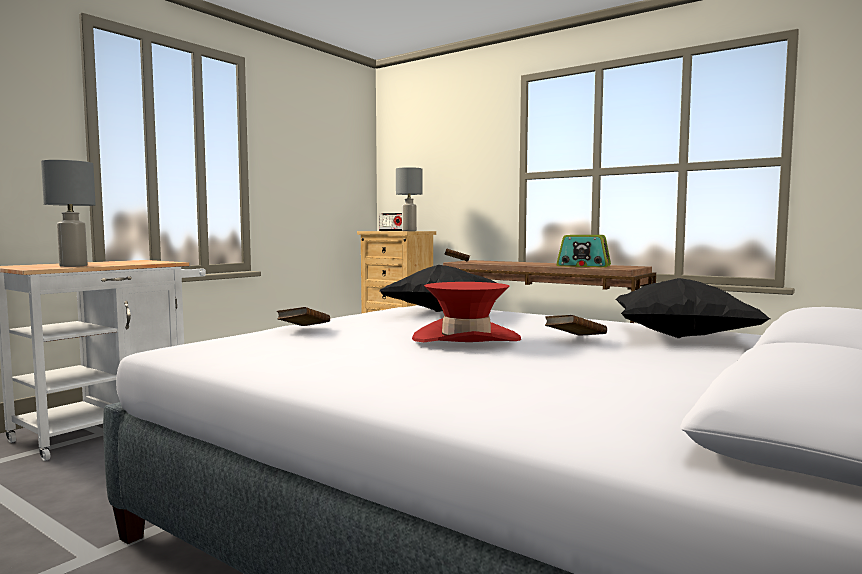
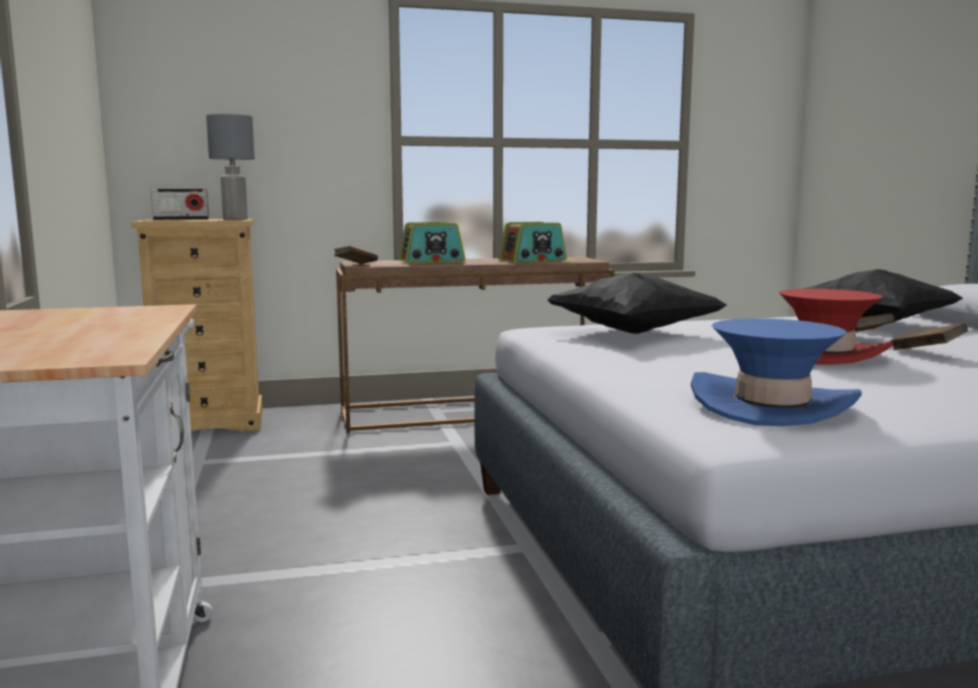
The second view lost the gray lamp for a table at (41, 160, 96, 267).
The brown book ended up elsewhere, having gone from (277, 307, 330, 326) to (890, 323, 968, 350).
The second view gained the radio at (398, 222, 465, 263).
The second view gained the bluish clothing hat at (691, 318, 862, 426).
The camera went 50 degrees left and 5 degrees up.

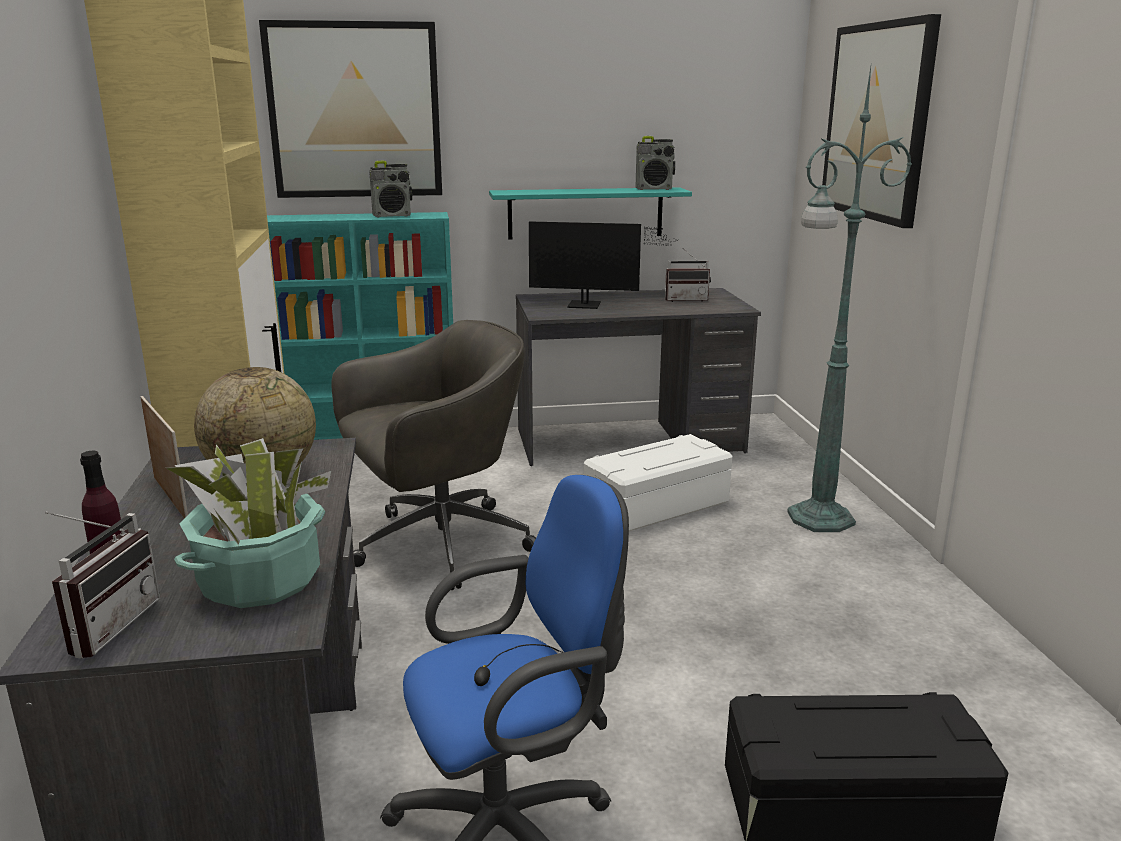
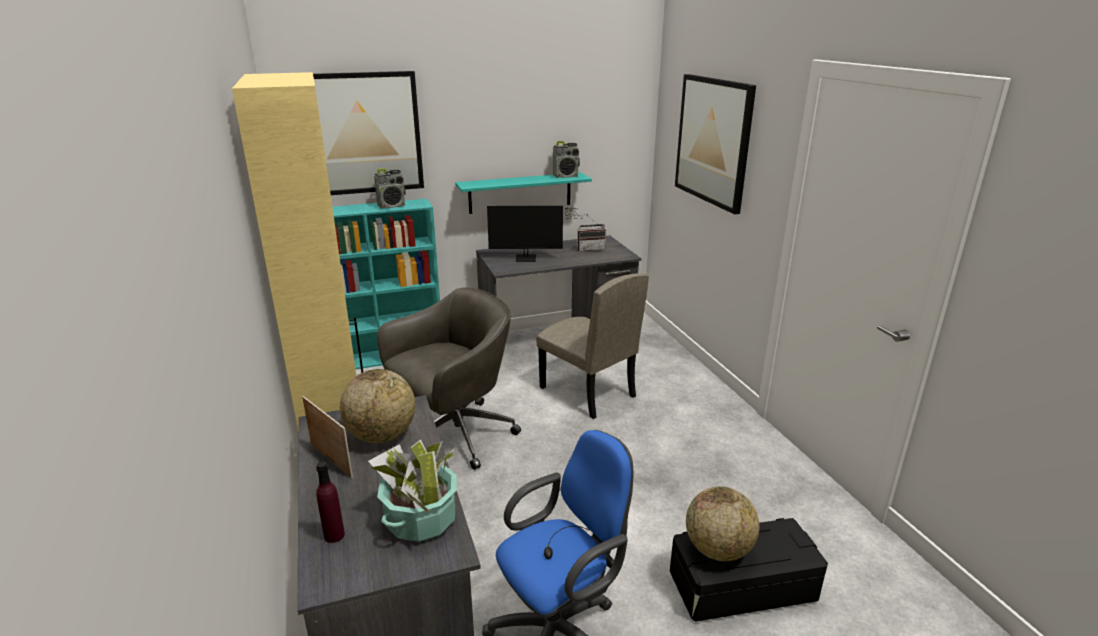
The second view lost the radio at (45, 511, 160, 659).
Where the white-coloured storage bin stood at (584, 434, 733, 531), the sand-coloured chair came to stand at (536, 273, 649, 419).
The second view lost the green floor lamp at (787, 67, 912, 532).
The second view gained the globe at (686, 486, 759, 561).
The camera went 10 degrees left and 5 degrees up.

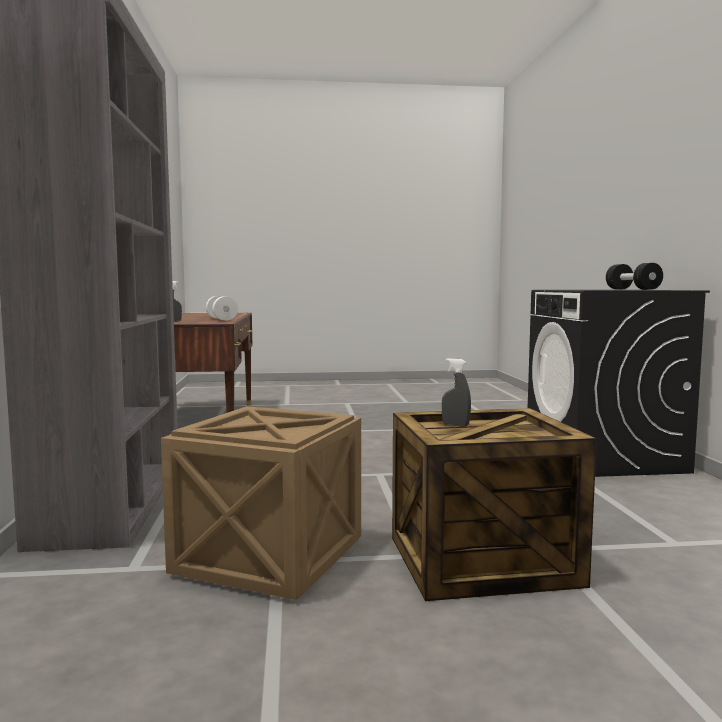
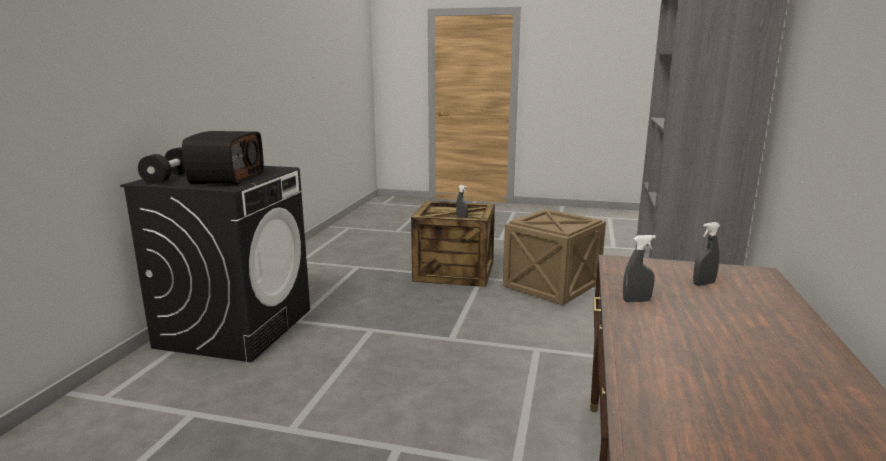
Where the white-coloured dumbbell stood at (206, 296, 238, 321), the gray hand sprayer came to stand at (623, 235, 656, 302).
The second view gained the radio at (182, 131, 264, 185).
The camera went 160 degrees left and 10 degrees up.

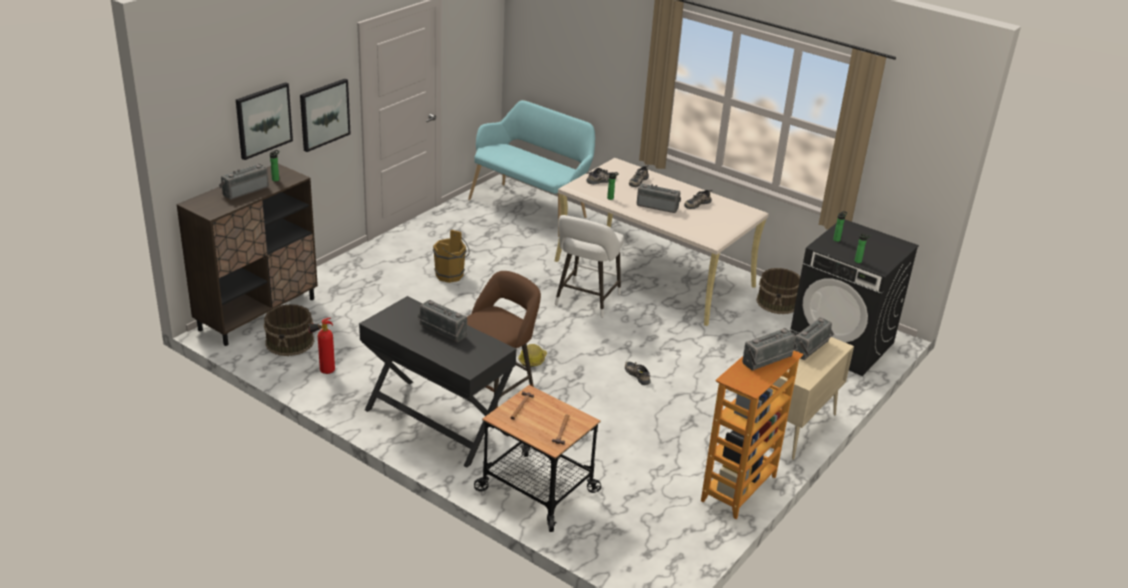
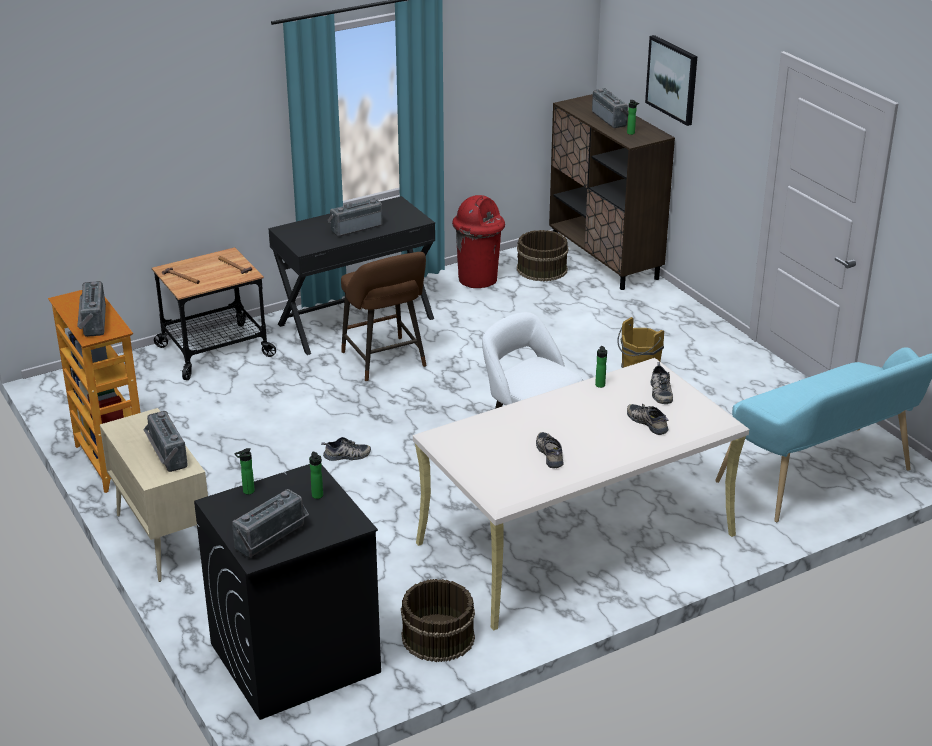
The second view lost the wall art at (300, 79, 350, 152).
Where the fire-fighting cylinder stood at (308, 318, 335, 374), the red rubbish bin came to stand at (452, 195, 505, 288).
The second view lost the safety helmet at (519, 344, 547, 367).
The radio ended up elsewhere, having gone from (637, 183, 681, 213) to (232, 489, 309, 558).
The camera went 115 degrees right and 0 degrees up.

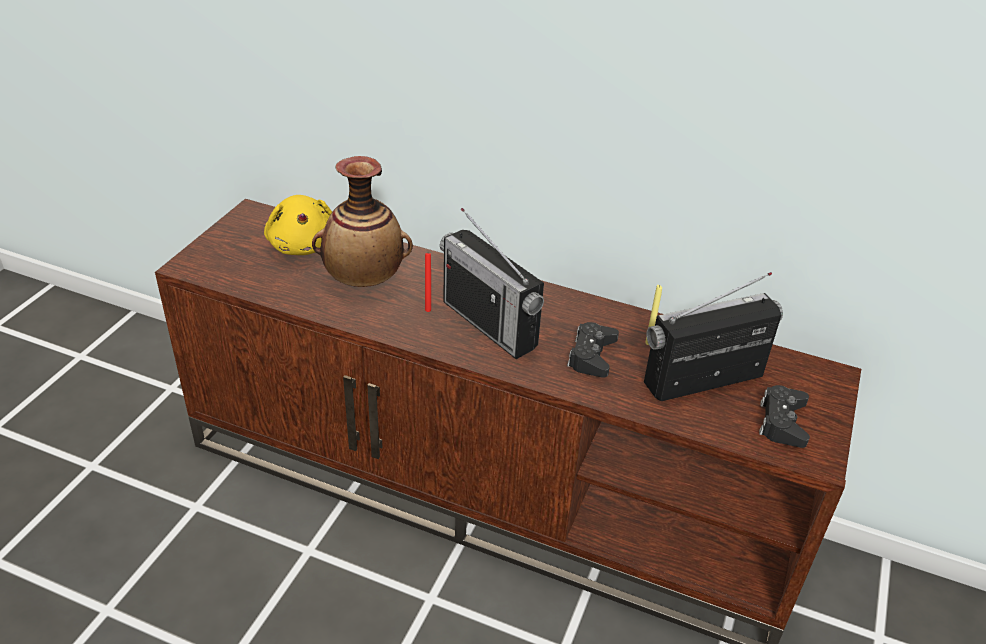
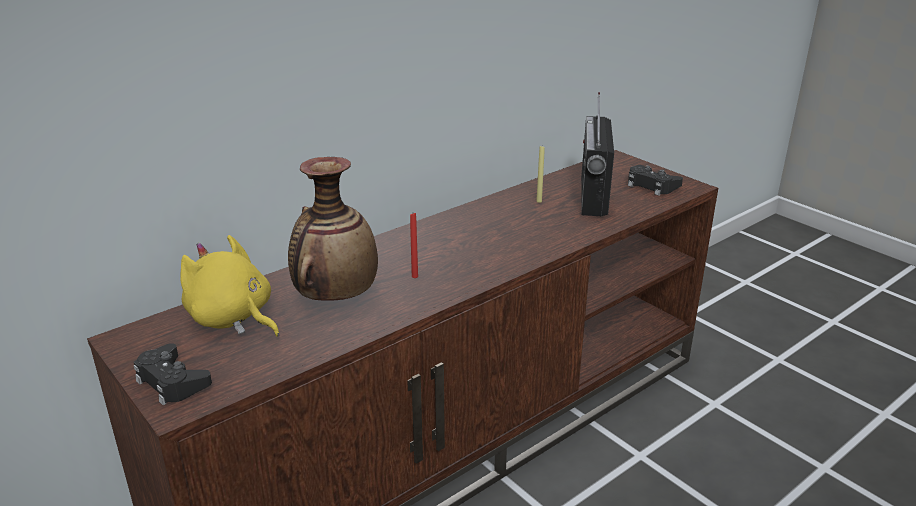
The yellow cuddly toy at (264, 195, 332, 255) ended up facing another way, 150 degrees counterclockwise from before.
The second view lost the radio at (440, 208, 544, 359).
The blackish game controller ended up elsewhere, having gone from (567, 322, 619, 378) to (134, 343, 212, 405).
The camera went 60 degrees left and 10 degrees down.

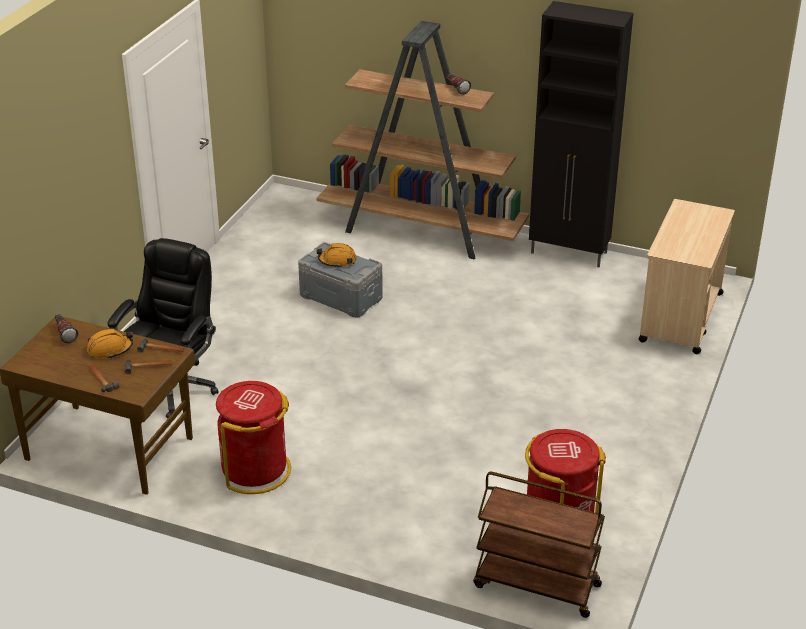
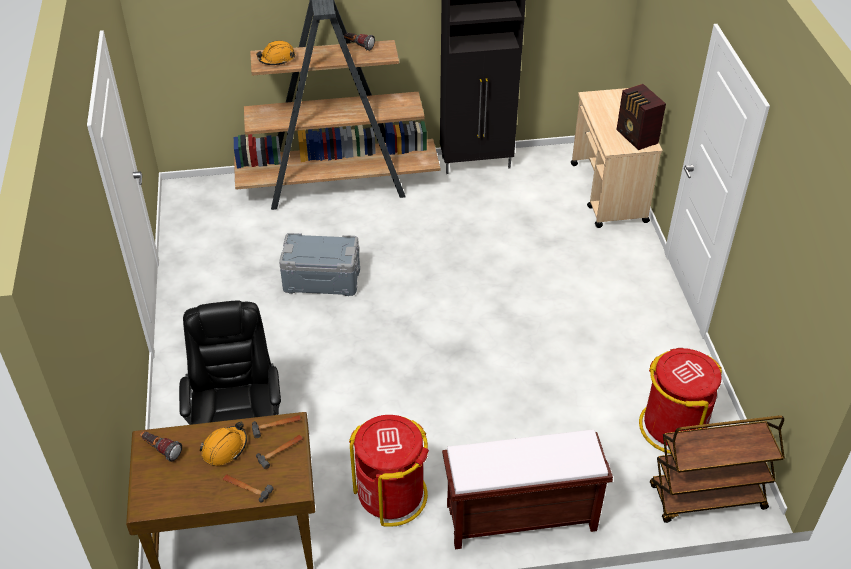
The orange safety helmet ended up elsewhere, having gone from (316, 243, 357, 268) to (256, 41, 295, 65).
The second view gained the brown long seat at (442, 429, 613, 549).
The second view gained the radio at (616, 84, 666, 150).
The camera went 30 degrees left and 10 degrees up.

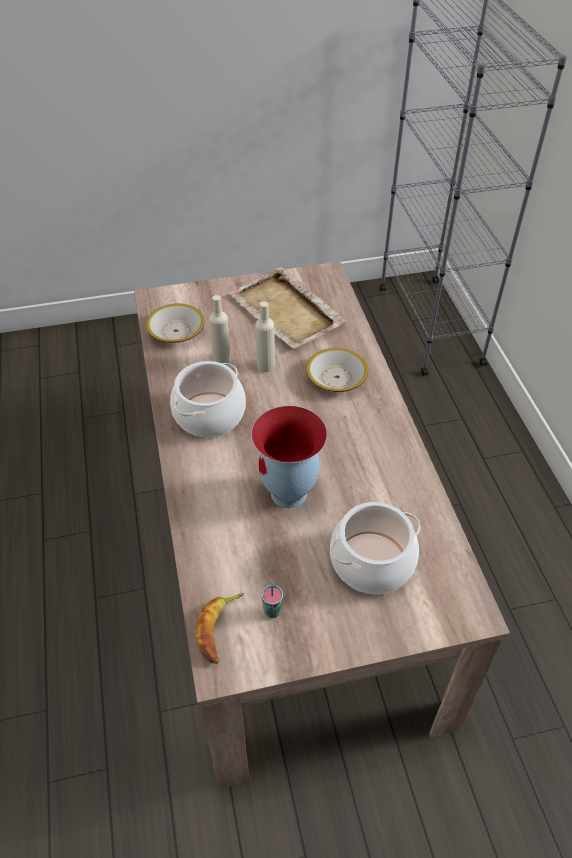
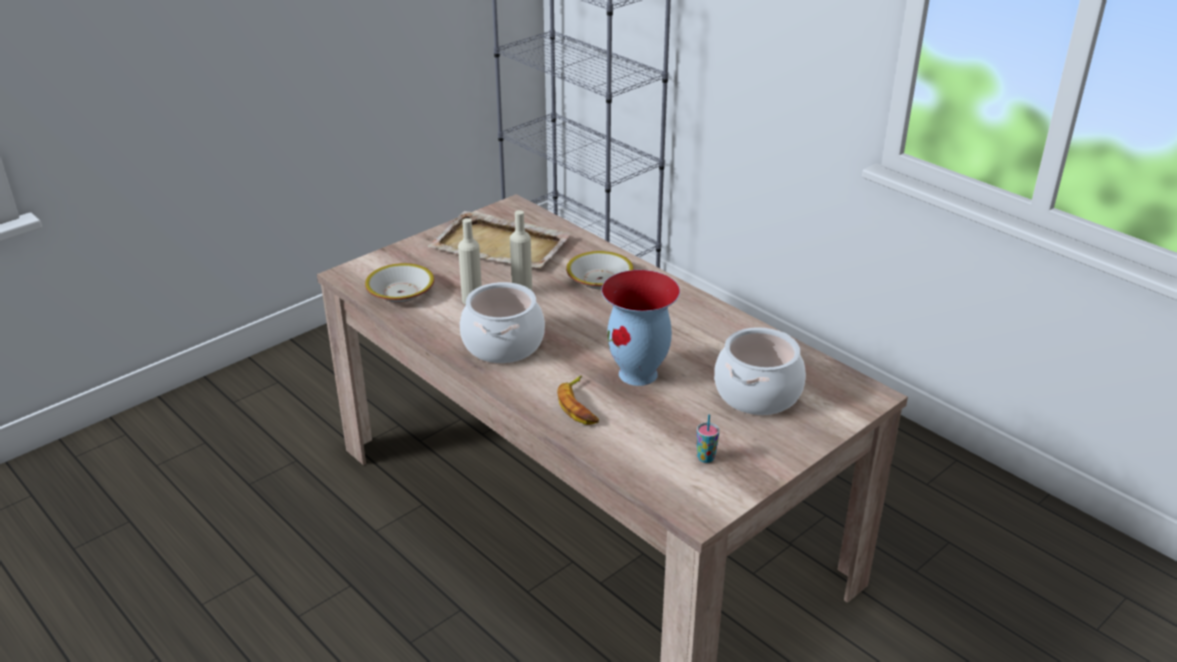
The banana ended up elsewhere, having gone from (196, 593, 244, 664) to (557, 376, 599, 425).
The camera went 30 degrees left and 15 degrees down.

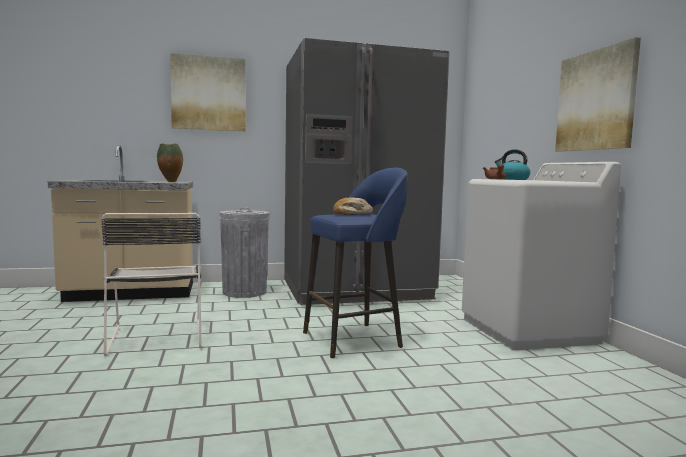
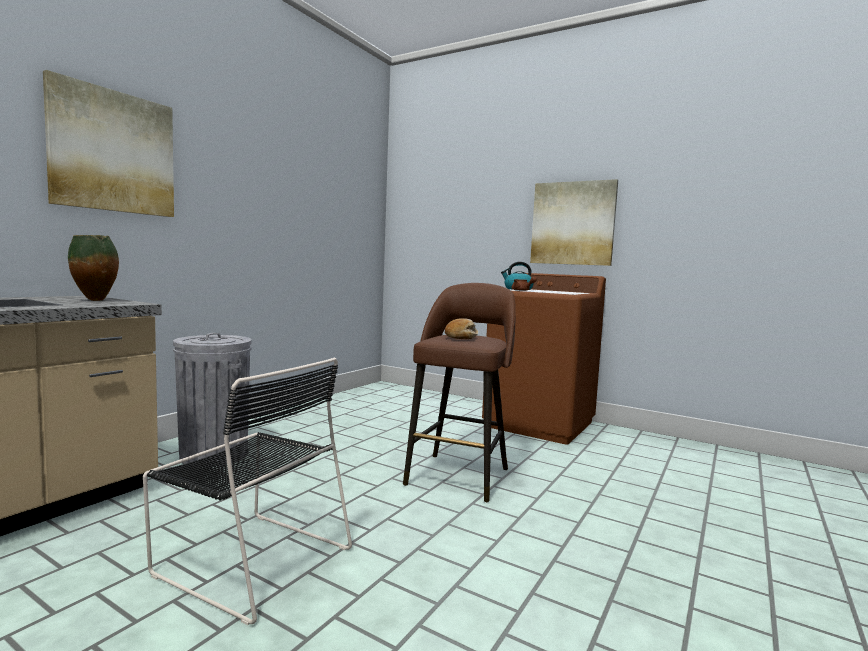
The second view lost the gray refrigerator at (284, 38, 449, 305).
What was the bluish stool seat at (303, 168, 408, 358) turned into the brown stool seat at (403, 283, 516, 502).
What was the white-coloured laundry machine at (462, 162, 621, 350) turned into the brown laundry machine at (482, 273, 606, 445).
The camera went 45 degrees left and 0 degrees up.

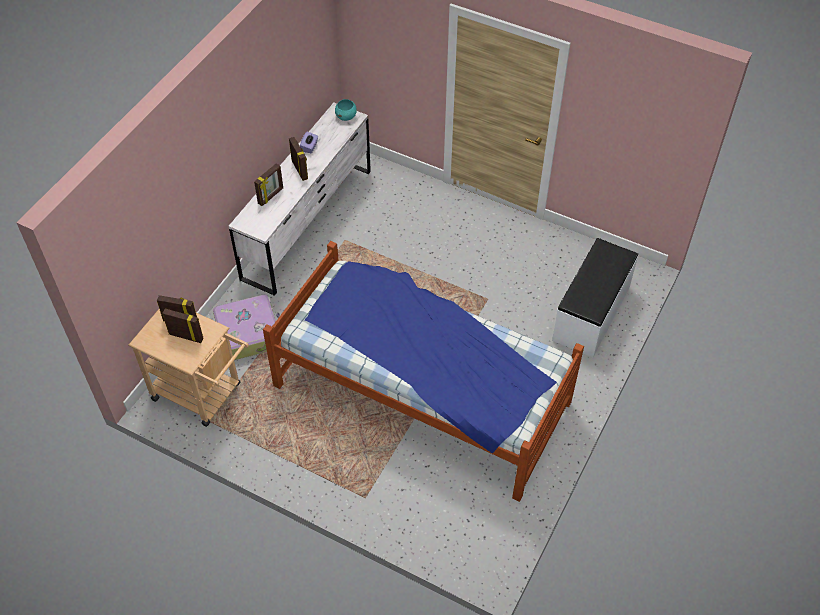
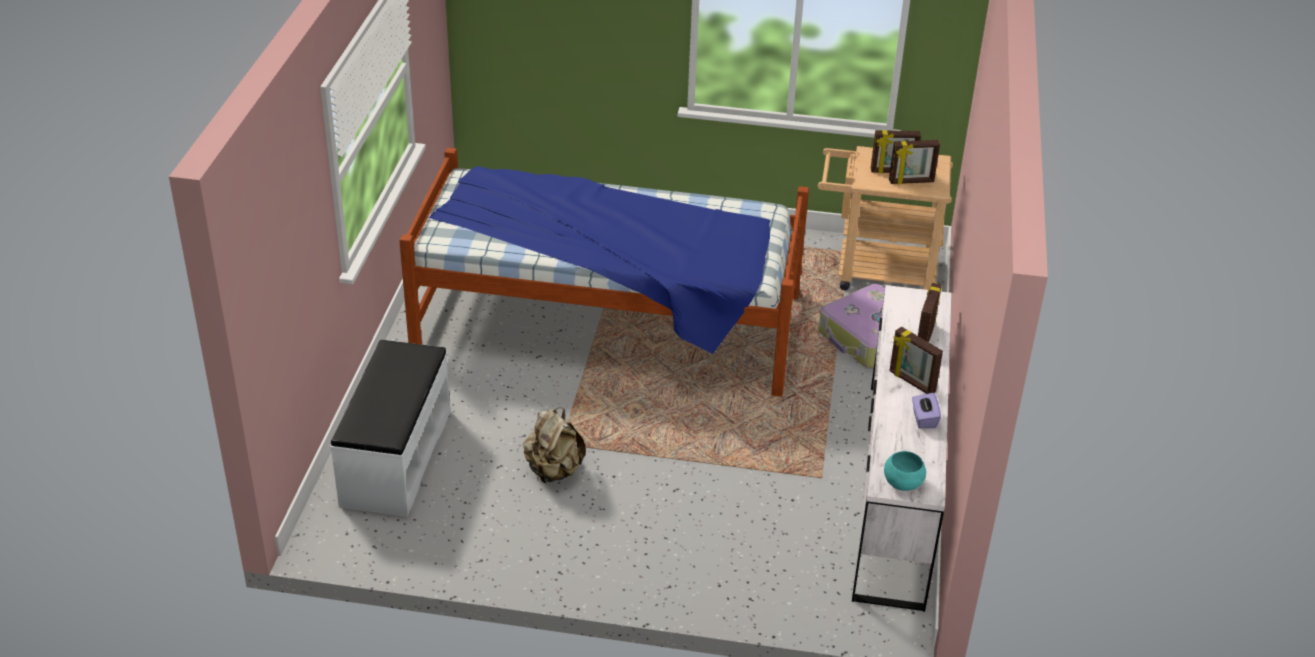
The second view gained the sand-coloured backpack at (523, 407, 586, 484).
The camera went 160 degrees right and 15 degrees down.

